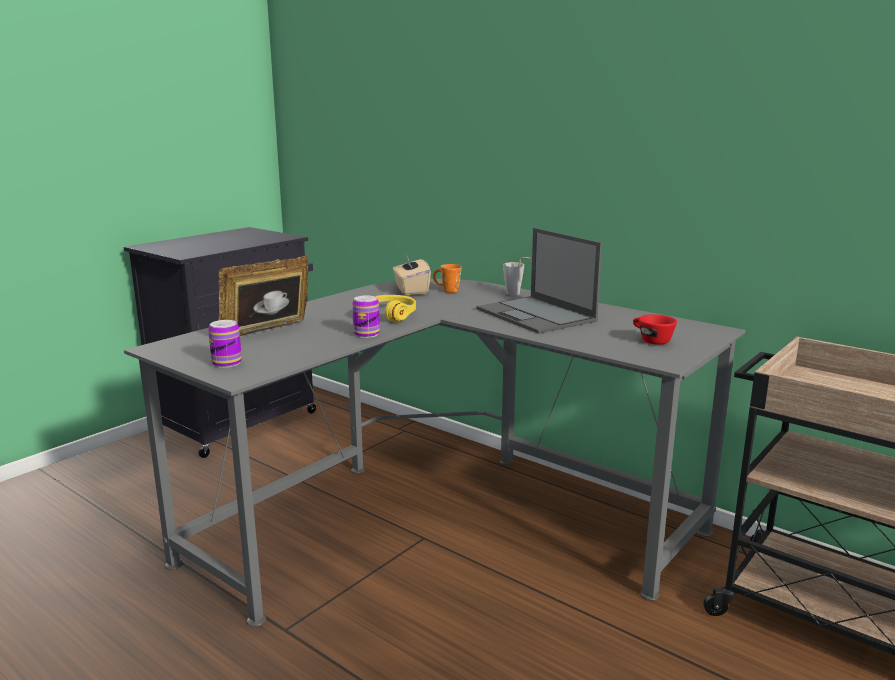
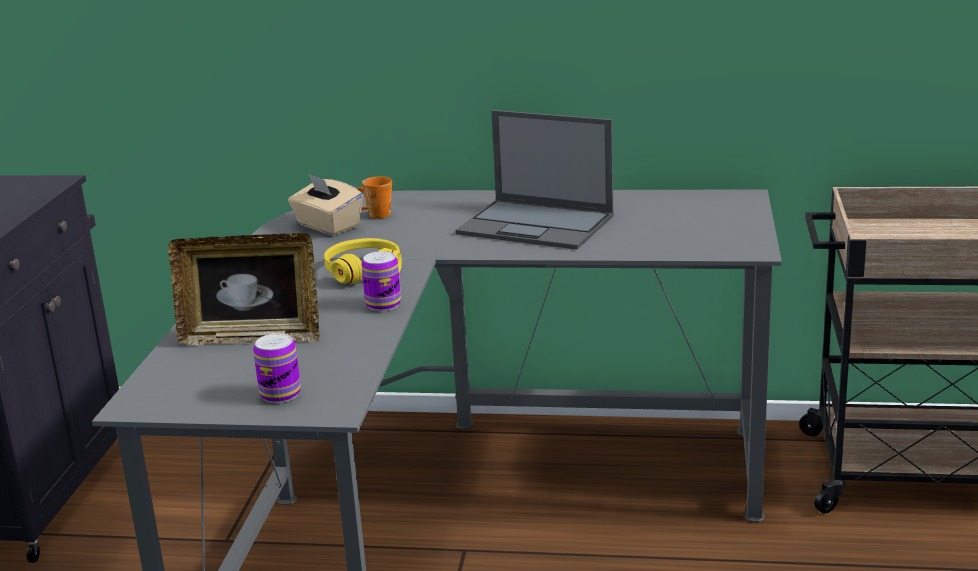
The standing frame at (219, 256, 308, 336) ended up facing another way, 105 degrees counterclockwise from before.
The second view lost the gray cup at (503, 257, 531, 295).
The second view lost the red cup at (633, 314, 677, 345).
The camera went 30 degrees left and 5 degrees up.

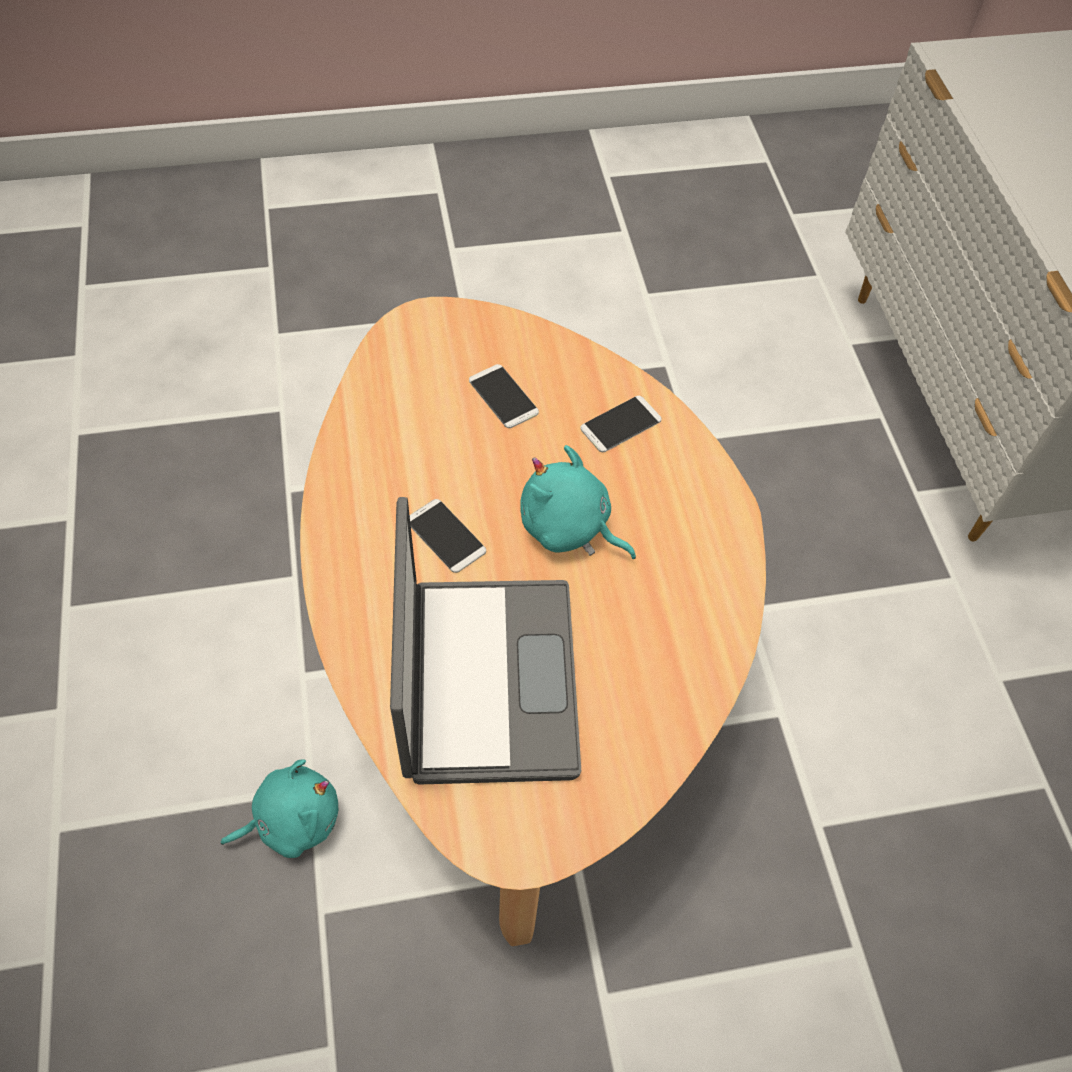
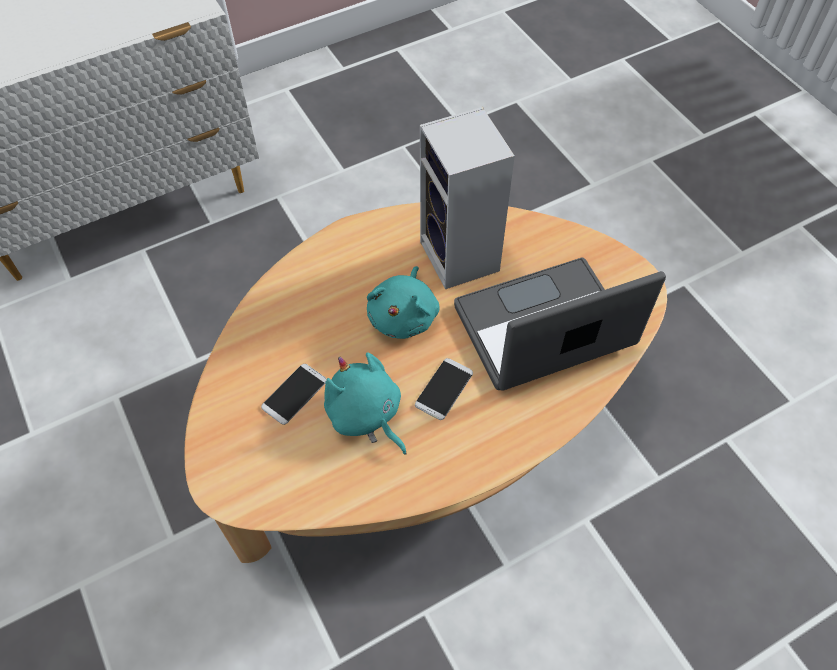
The turquoise cuddly toy ended up elsewhere, having gone from (221, 759, 338, 858) to (324, 352, 407, 455).
The second view lost the phone at (580, 396, 662, 452).
The second view gained the loudspeaker at (420, 107, 515, 289).
The camera went 105 degrees left and 0 degrees up.

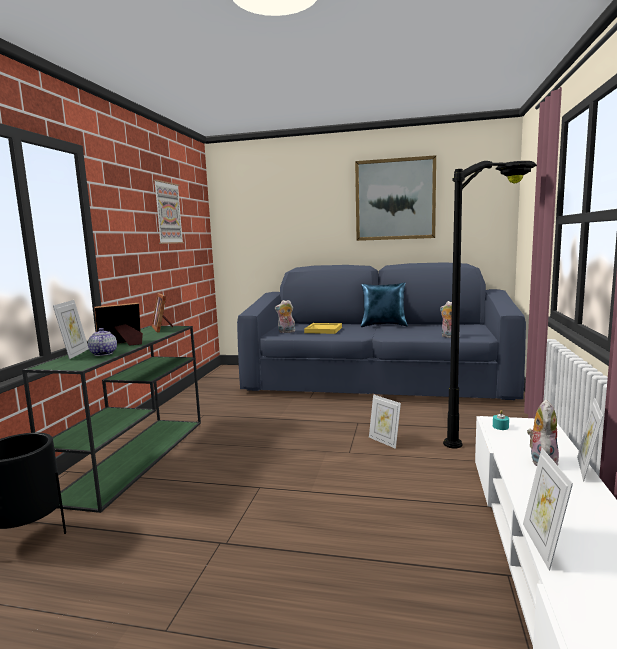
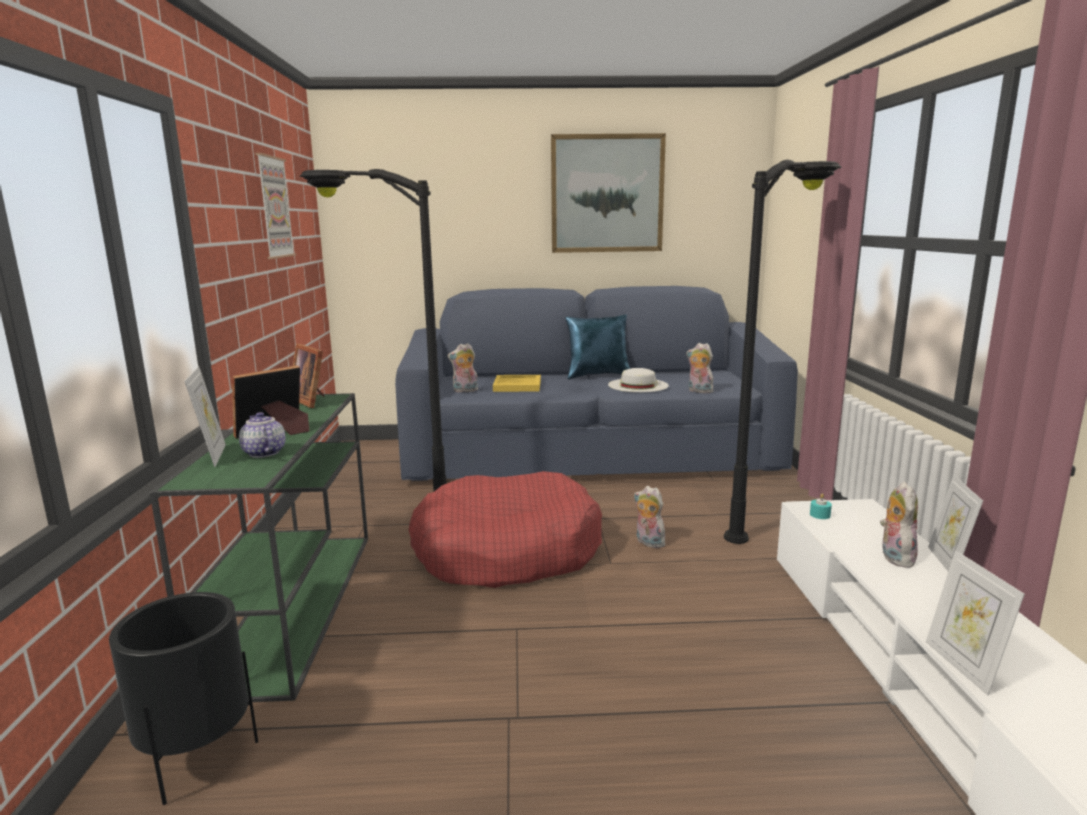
Where the standing frame stood at (369, 394, 401, 449), the cuddly toy came to stand at (634, 486, 665, 548).
The second view gained the blackish floor lamp at (300, 169, 447, 491).
The second view gained the red dog bed at (409, 471, 602, 588).
The second view gained the white-coloured clothing hat at (608, 368, 669, 392).
The camera went 15 degrees left and 5 degrees up.

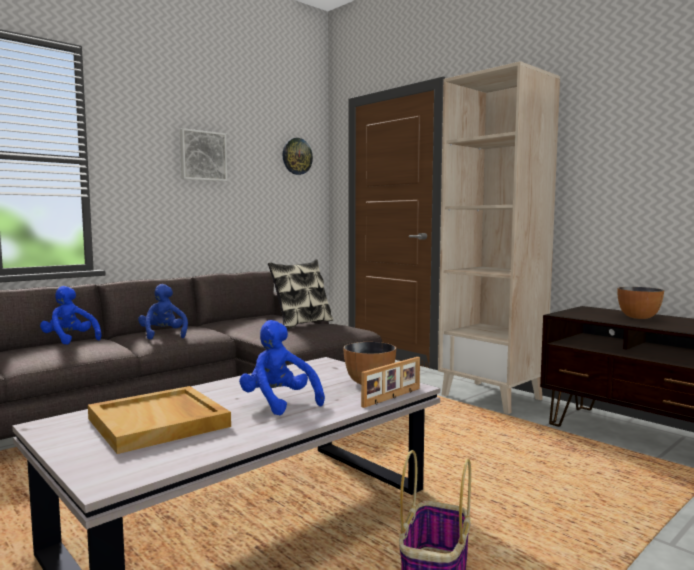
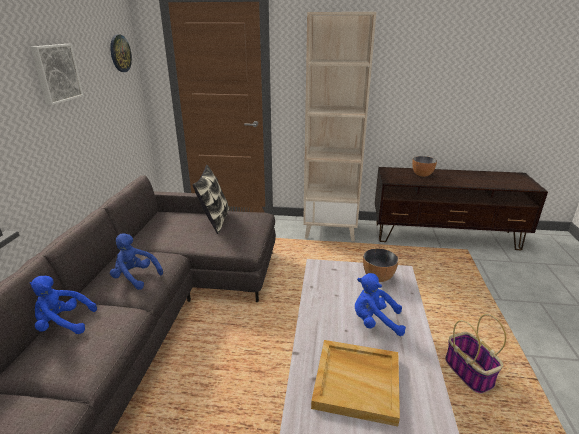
The second view lost the standing frame at (361, 357, 420, 408).
The camera went 40 degrees left and 20 degrees up.

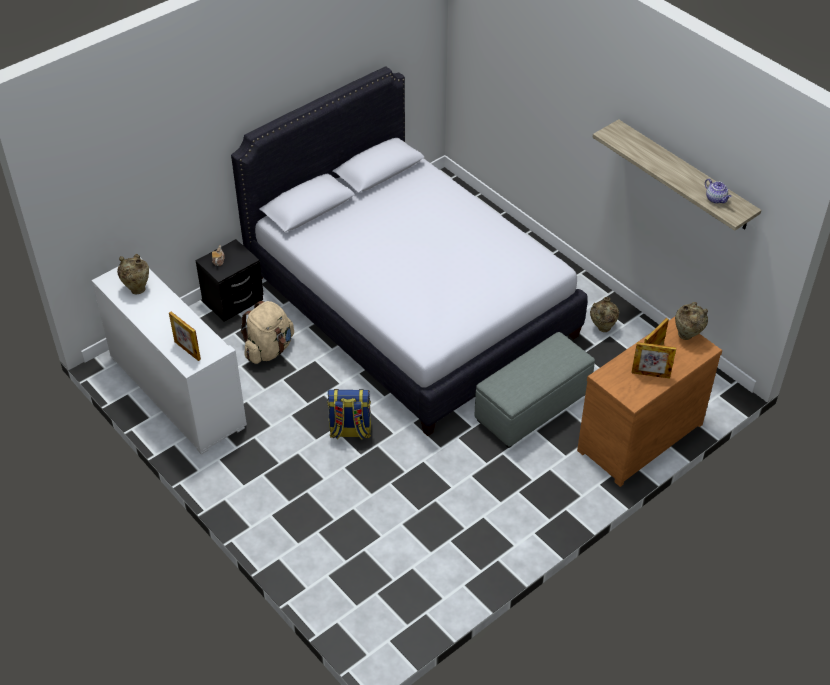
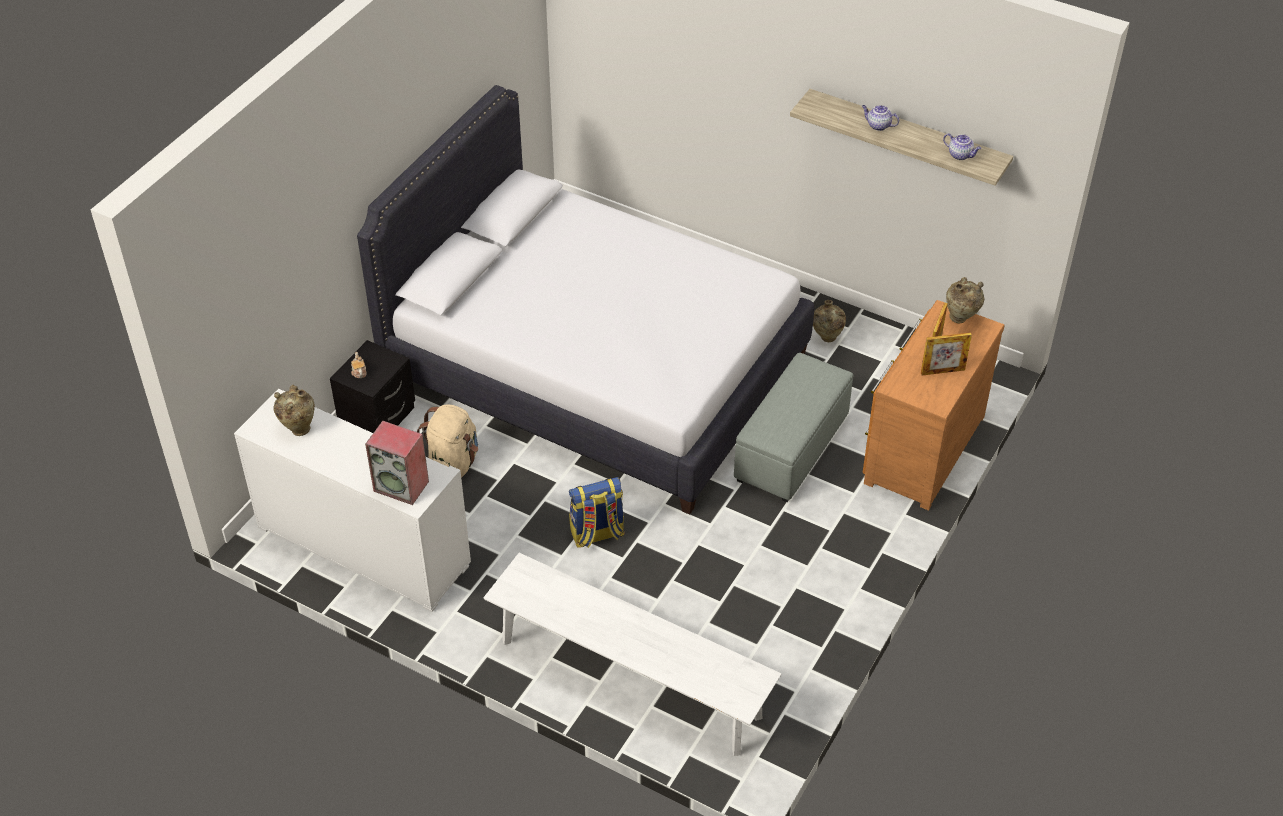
Where the standing frame stood at (169, 312, 201, 361), the loudspeaker came to stand at (365, 421, 429, 505).
The second view gained the white-coloured long seat at (483, 553, 782, 756).
The second view gained the pot for tea at (862, 105, 899, 131).
The camera went 20 degrees left and 0 degrees up.

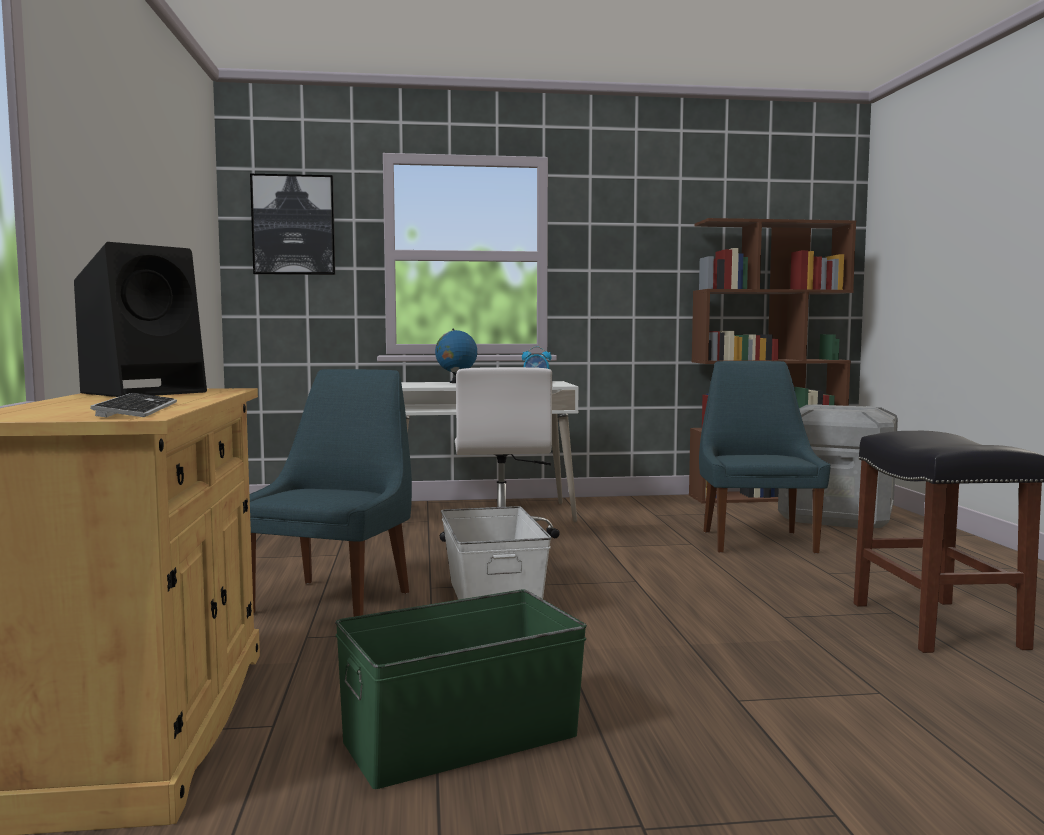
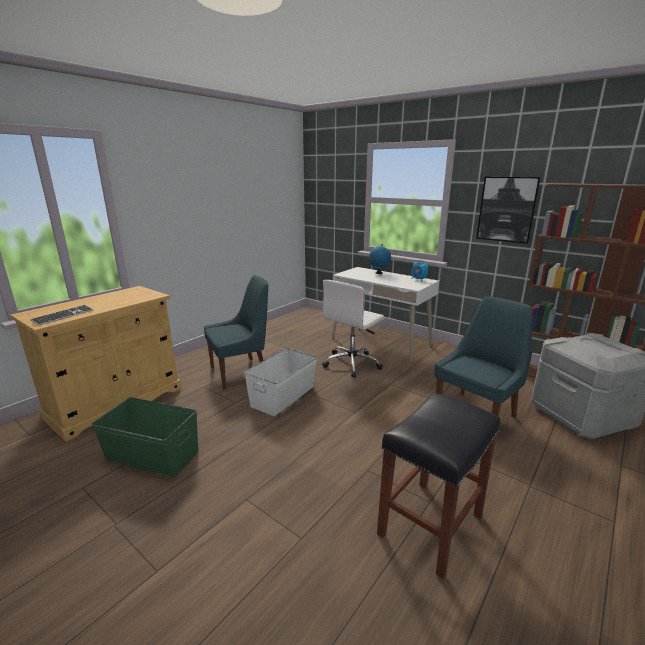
The second view lost the blackish loudspeaker at (74, 242, 207, 397).
The wall art ended up elsewhere, having gone from (250, 174, 335, 275) to (476, 177, 541, 244).
The camera went 45 degrees right and 15 degrees up.

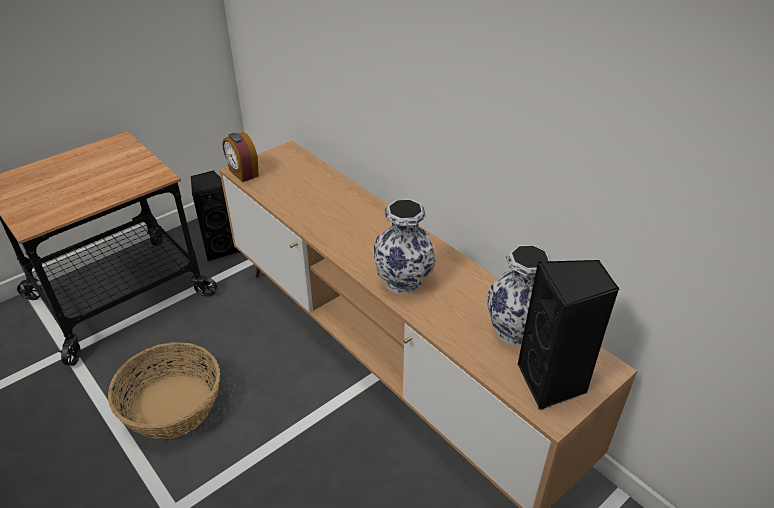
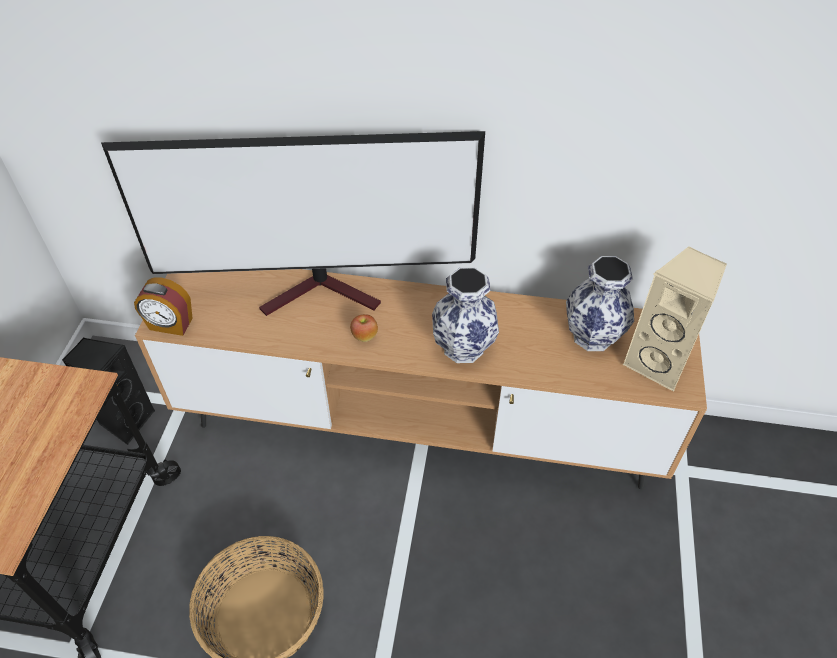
What was the blackish loudspeaker at (518, 260, 619, 410) turned into the sand-coloured loudspeaker at (622, 246, 727, 392).
The second view gained the television at (101, 131, 485, 316).
The second view gained the apple fruit at (350, 314, 378, 342).
The camera went 40 degrees left and 10 degrees up.

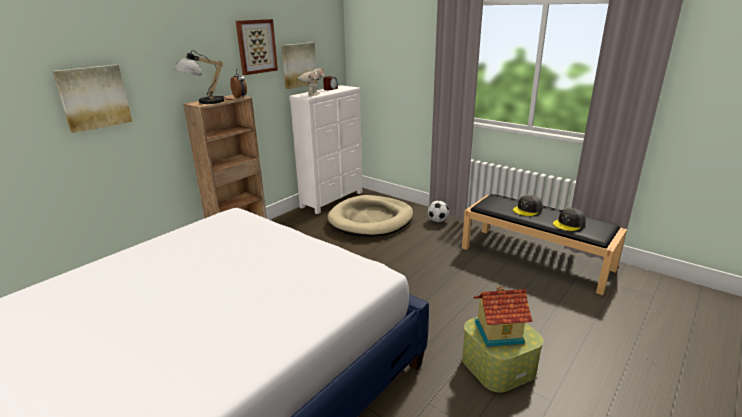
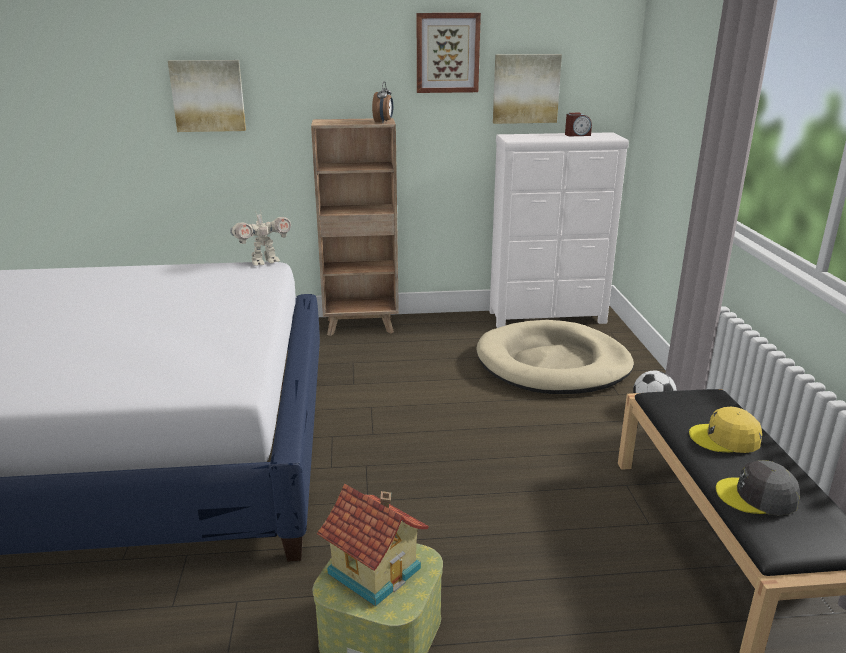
The second view lost the lamp for a table at (174, 50, 234, 104).
The robot figure ended up elsewhere, having gone from (298, 65, 324, 96) to (230, 209, 291, 266).
What was the gray cap at (513, 195, 543, 216) turned into the yellow cap at (689, 407, 762, 453).
The camera went 45 degrees right and 0 degrees up.

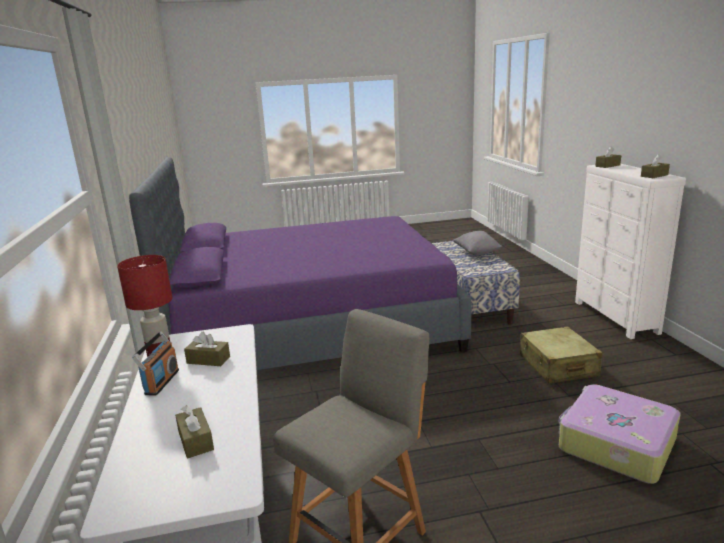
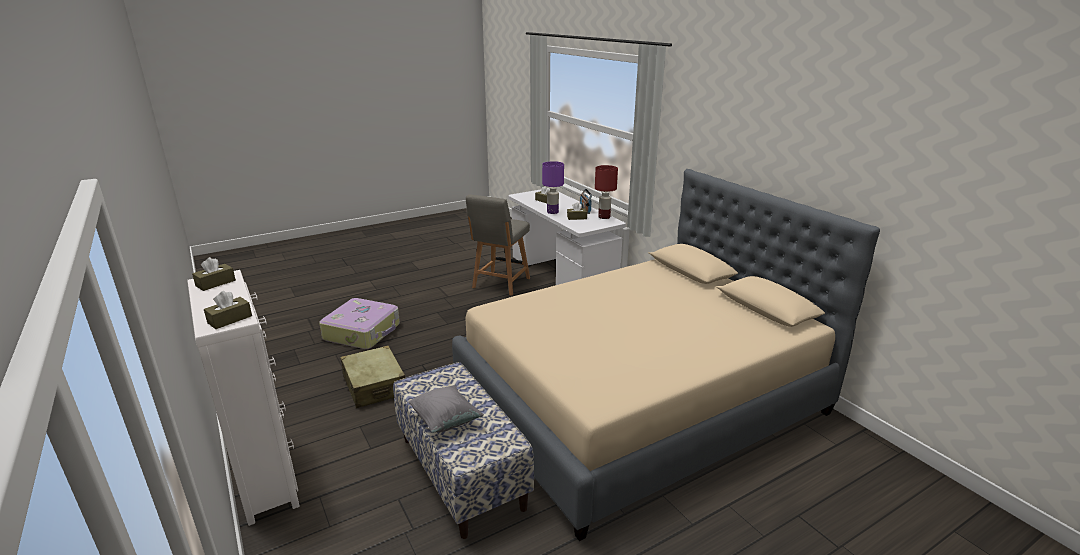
What was the purplish sleeping bed at (129, 157, 472, 370) turned into the sand-coloured sleeping bed at (452, 169, 880, 541).
The second view gained the purplish lamp for a table at (542, 161, 564, 214).
The camera went 160 degrees right and 5 degrees up.

